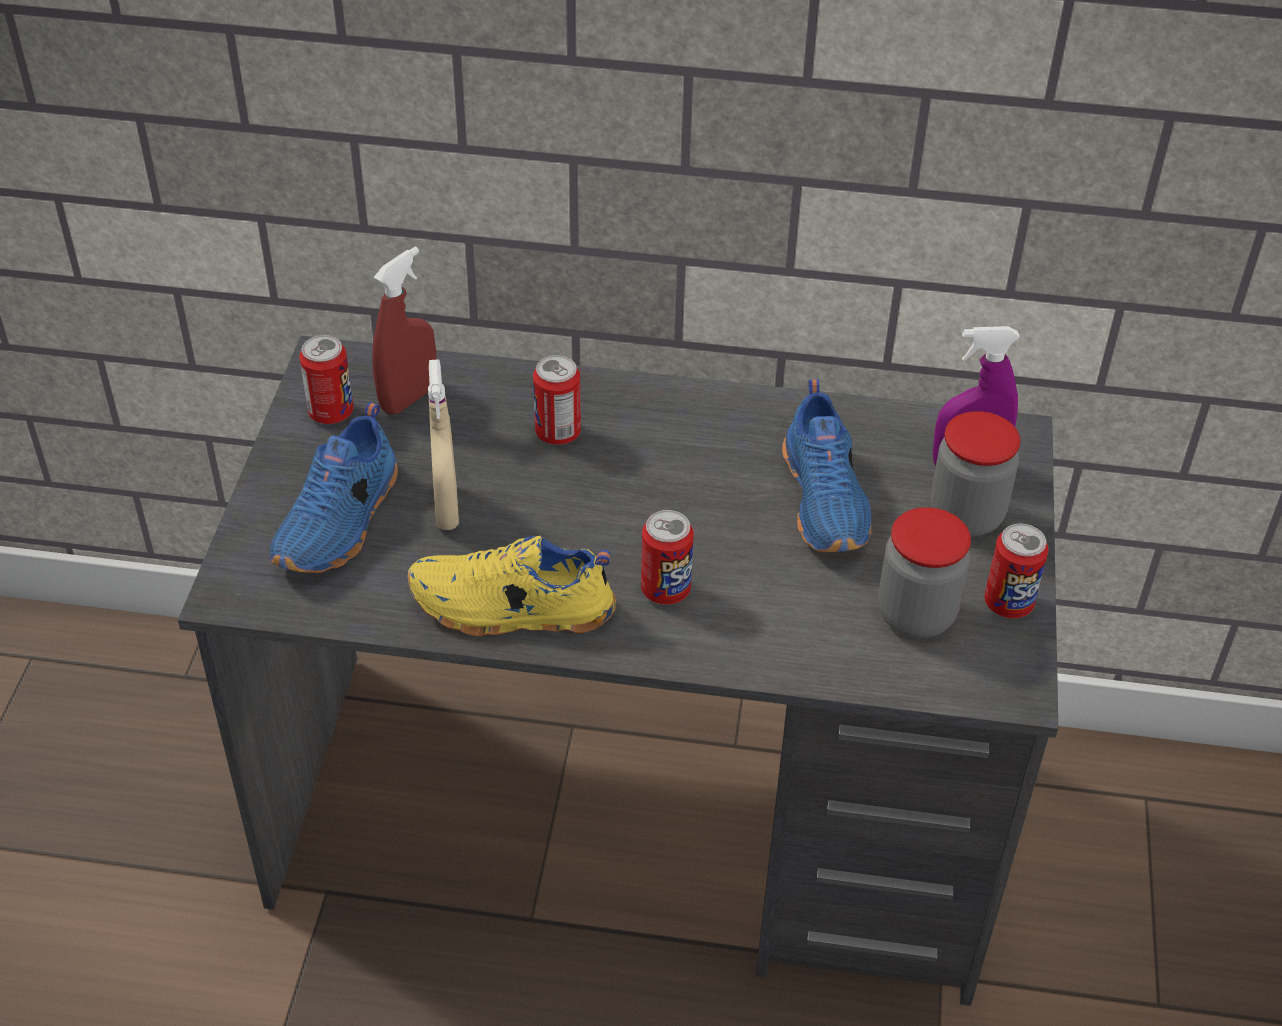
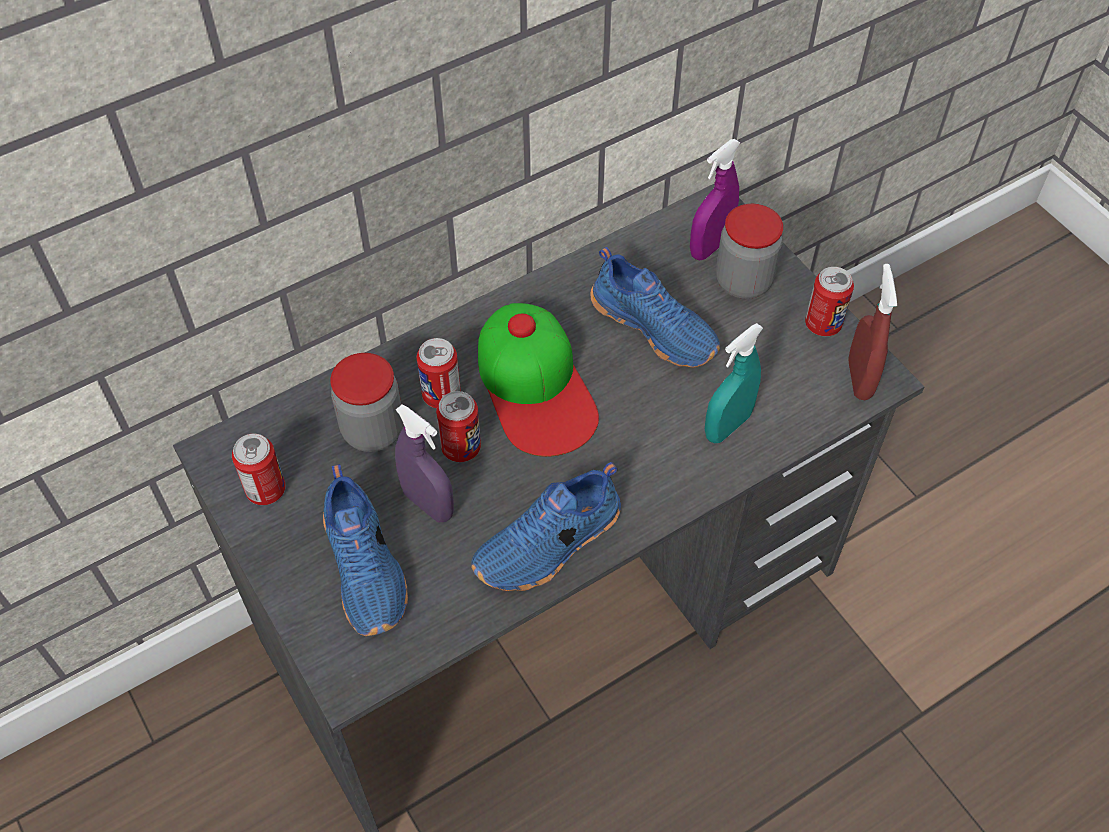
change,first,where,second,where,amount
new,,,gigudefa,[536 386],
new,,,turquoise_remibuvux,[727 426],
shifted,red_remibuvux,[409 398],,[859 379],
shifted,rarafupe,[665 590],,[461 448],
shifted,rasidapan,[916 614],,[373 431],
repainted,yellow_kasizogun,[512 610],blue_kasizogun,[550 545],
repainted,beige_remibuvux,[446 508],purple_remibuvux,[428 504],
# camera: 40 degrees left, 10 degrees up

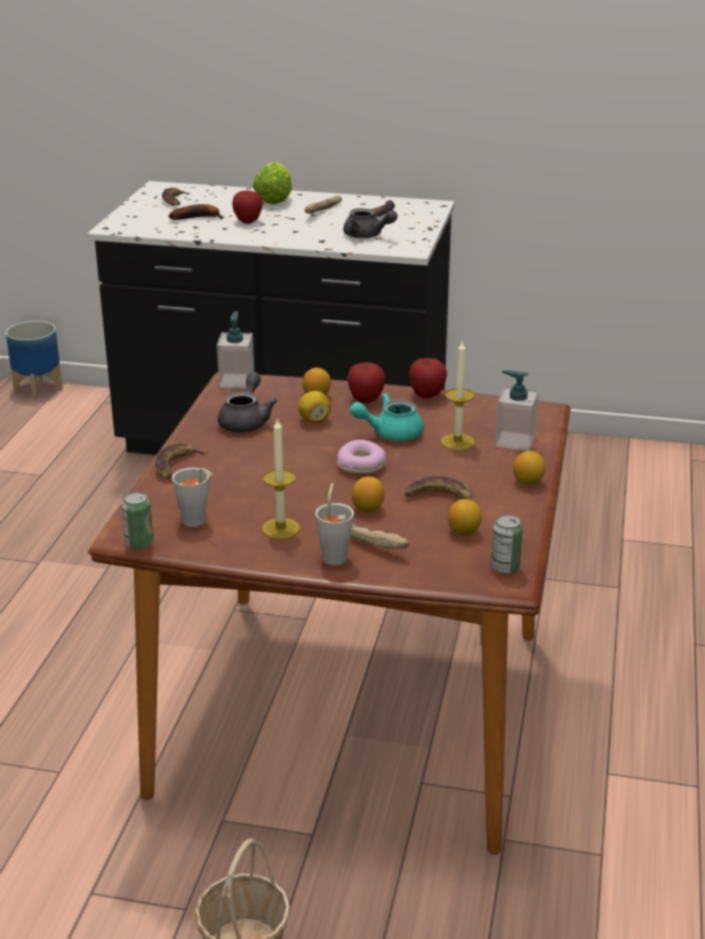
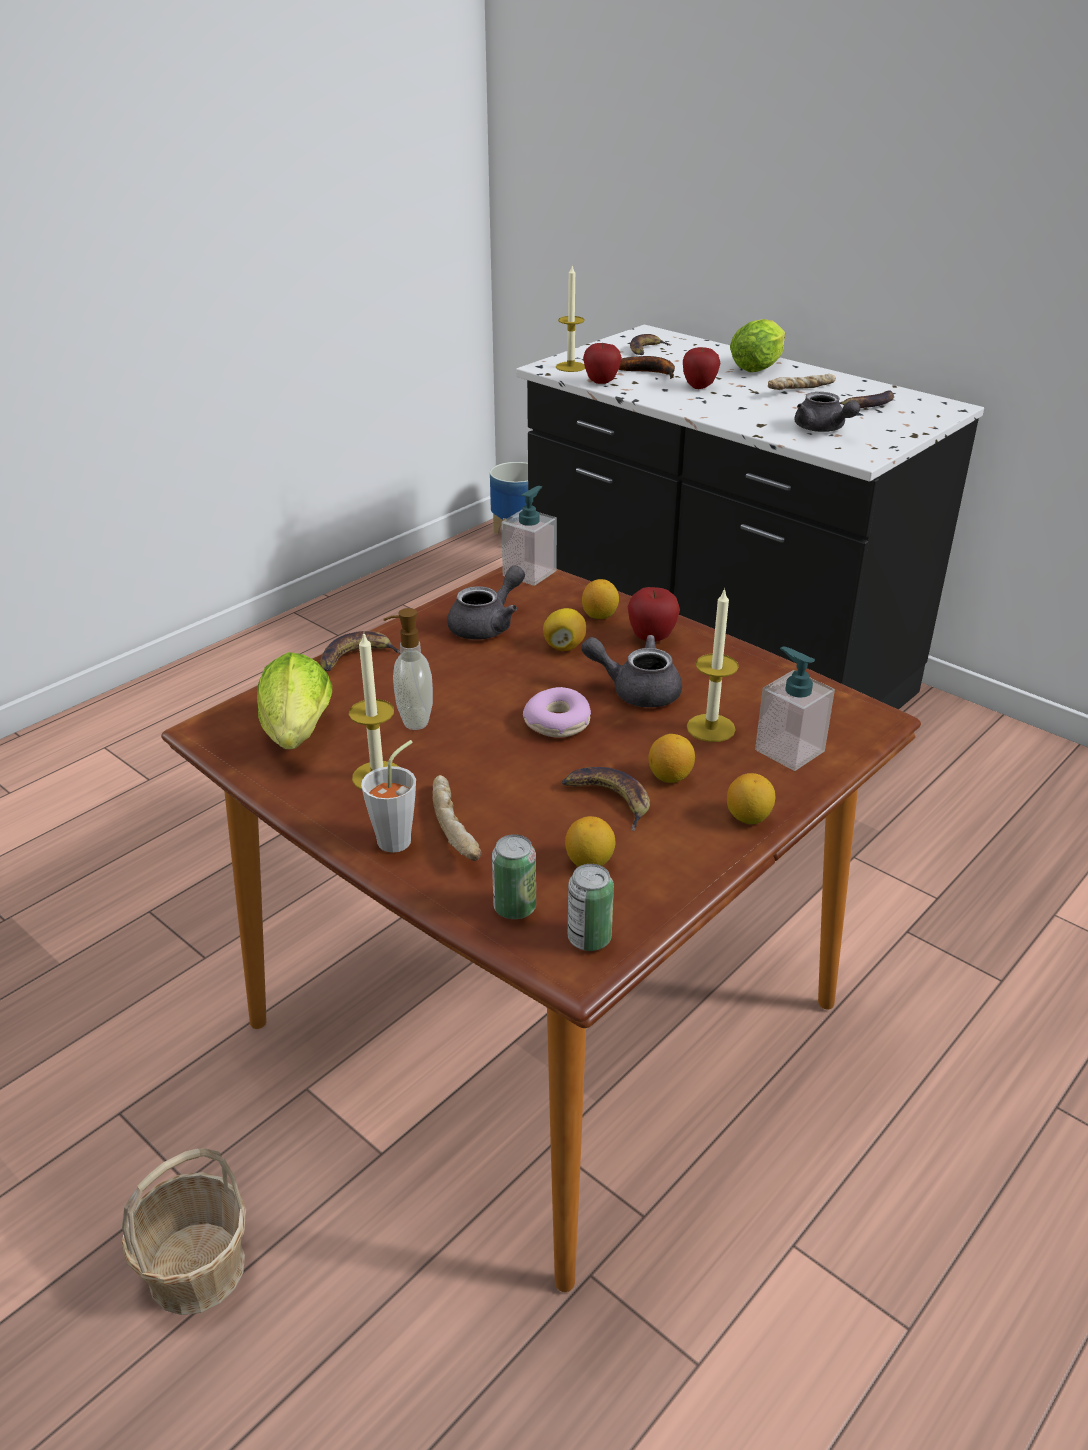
change,first,where,second,where,amount
new,,,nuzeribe,[413 719],
new,,,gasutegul,[570 367],
shifted,rarafupe,[139 543],,[514 908],
shifted,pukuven,[368 508],,[670 777],
shifted,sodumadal,[427 396],,[601 382],
swapped,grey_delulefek,[196 523],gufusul,[297 737],
repainted,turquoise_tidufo,[390 433],grey_tidufo,[636 690],
# camera: 30 degrees right, 5 degrees up

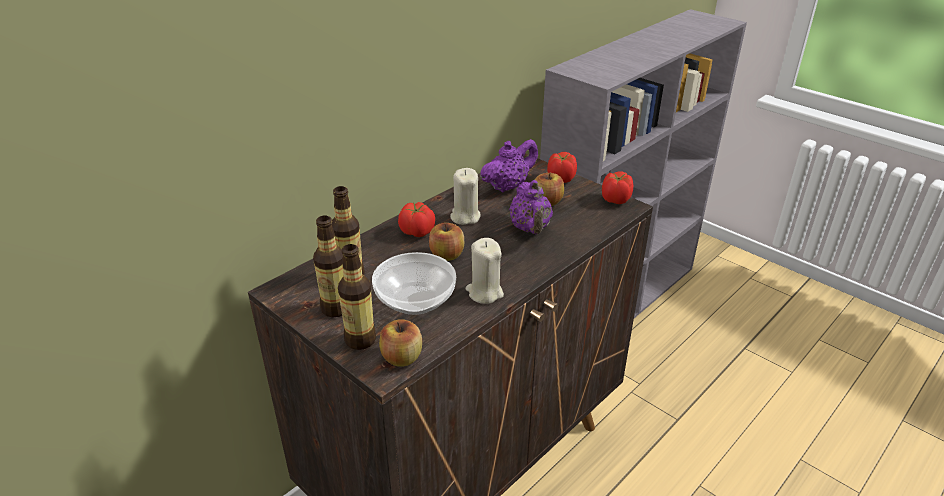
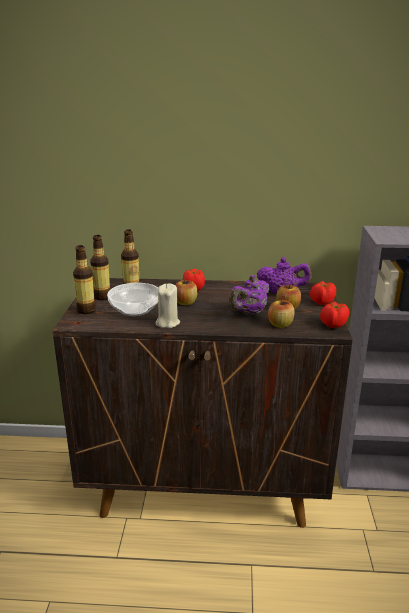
change,first,where,second,where,amount
gone,beige_gasutegul,[465 217],,,
shifted,sodumadal,[402 358],,[280 324],
# camera: 50 degrees right, 10 degrees down

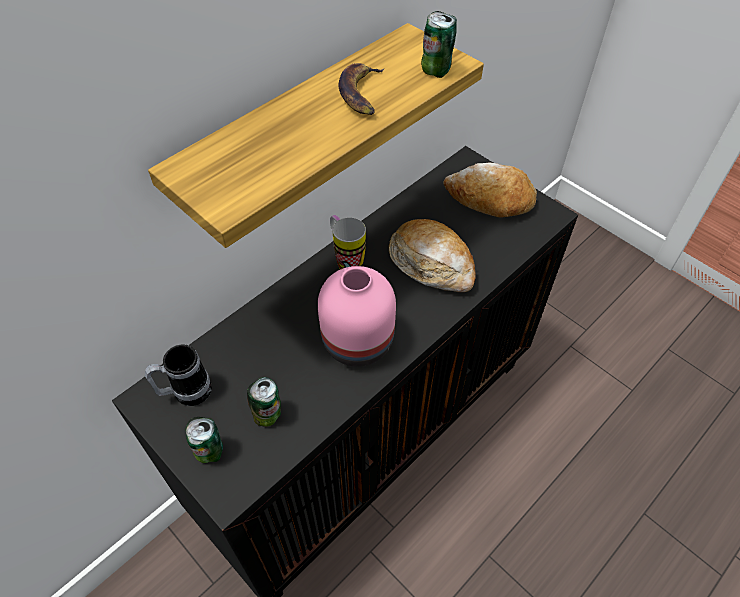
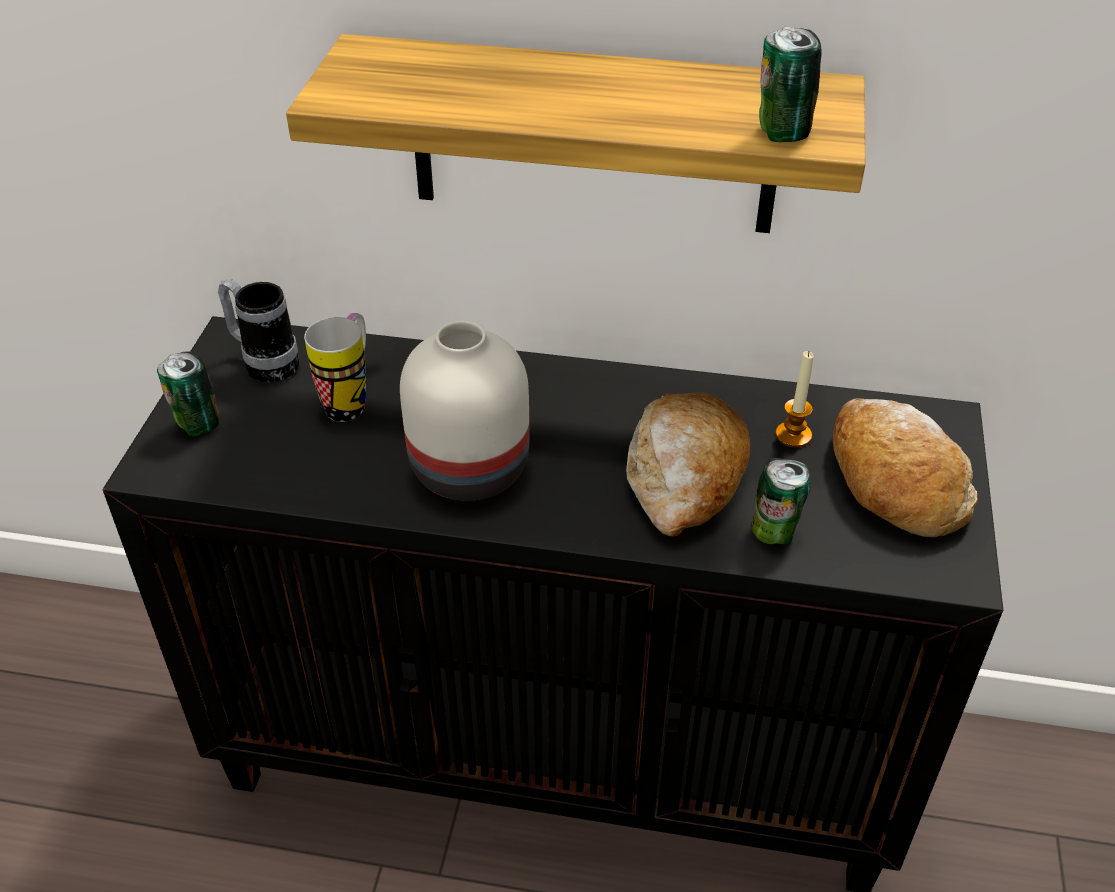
change,first,where,second,where,amount
gone,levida,[361 93],,,
new,,,gasutegul,[793 435],
shifted,rarafupe,[268 415],,[774 533],
shifted,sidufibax,[346 261],,[351 400],
repainted,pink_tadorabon,[358 343],white_tadorabon,[467 470],
# camera: 55 degrees right, 10 degrees down

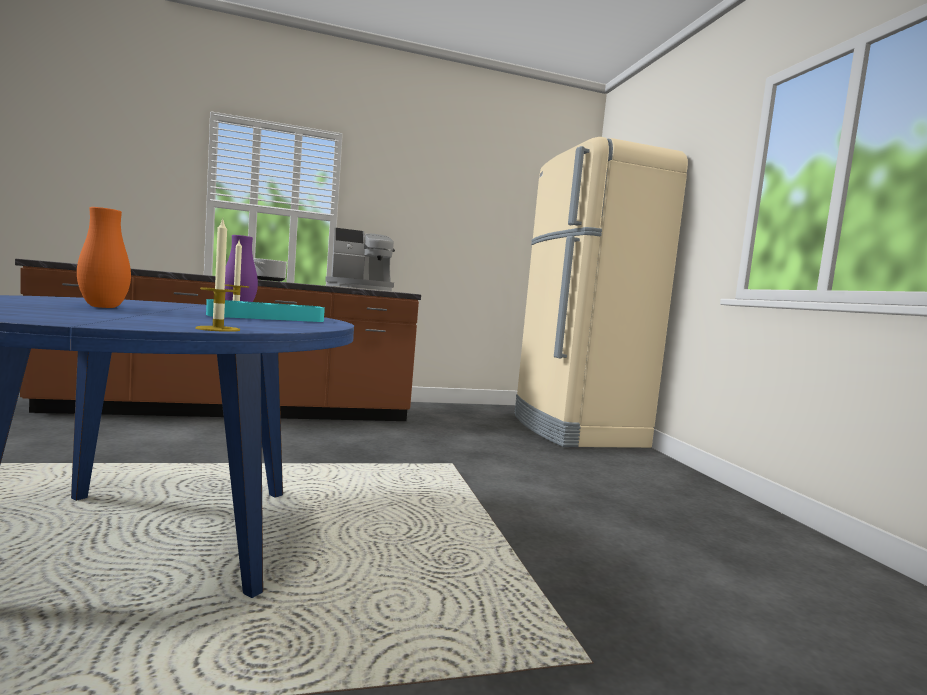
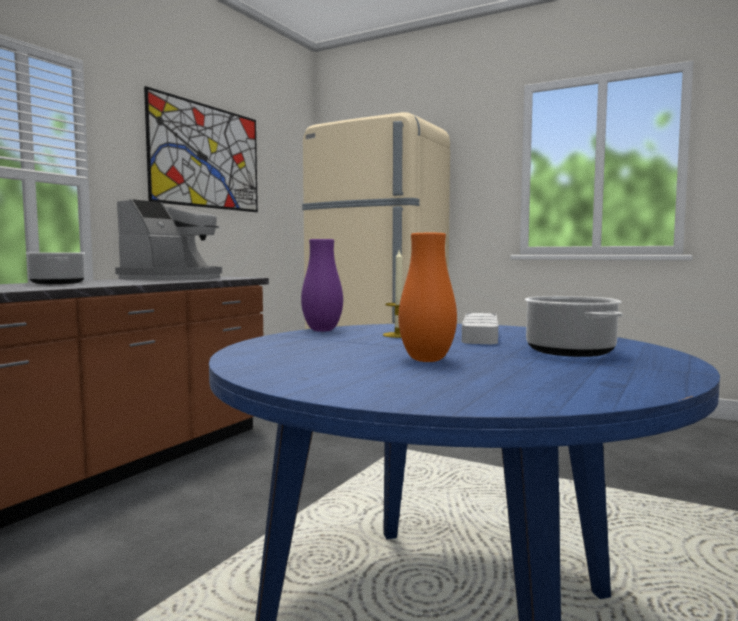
change,first,where,second,where,amount
gone,gasutegul,[218 329],,,
new,,,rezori,[206 156],
new,,,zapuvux,[571 351],
repainted,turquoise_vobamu,[267 318],grey_vobamu,[480 334],
# camera: 45 degrees left, 0 degrees up

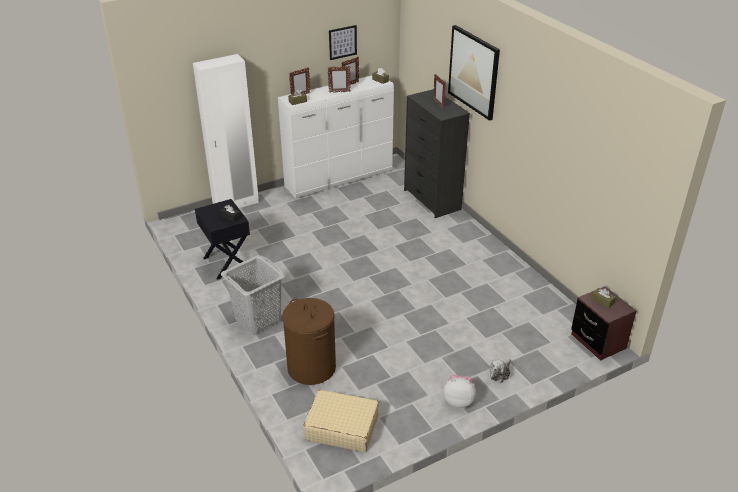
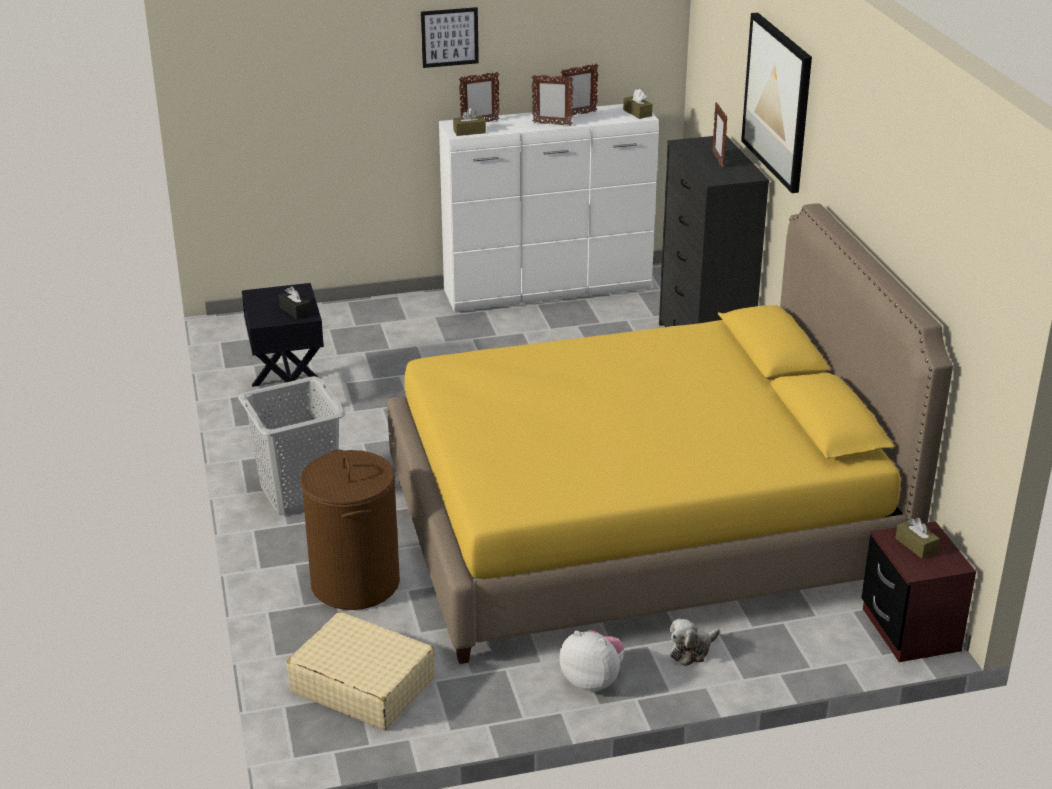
change,first,where,second,where,amount
gone,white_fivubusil,[236 204],,,
new,,,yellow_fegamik,[640 527],
shifted,rezori,[342 42],,[449 37],
# camera: 15 degrees right, 5 degrees down

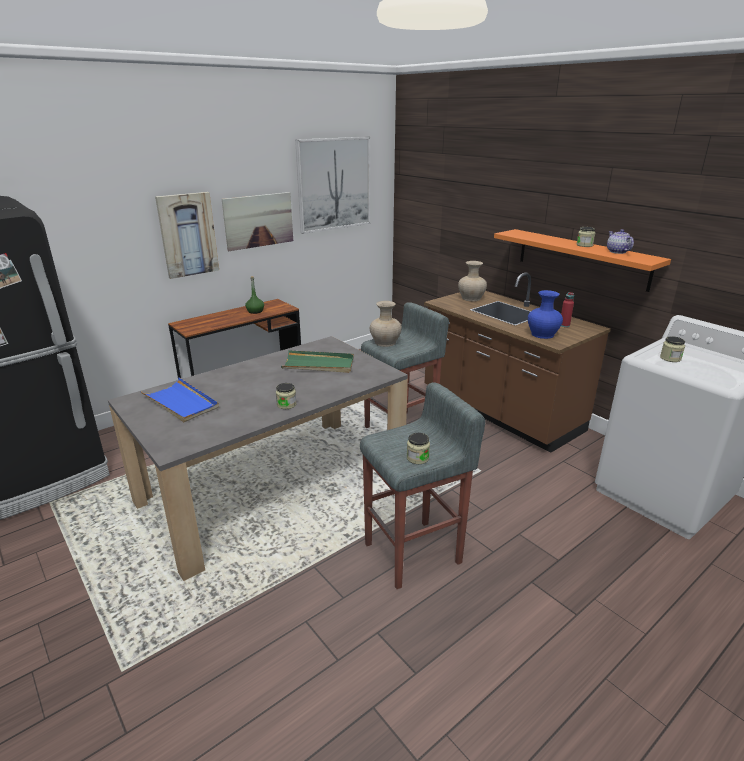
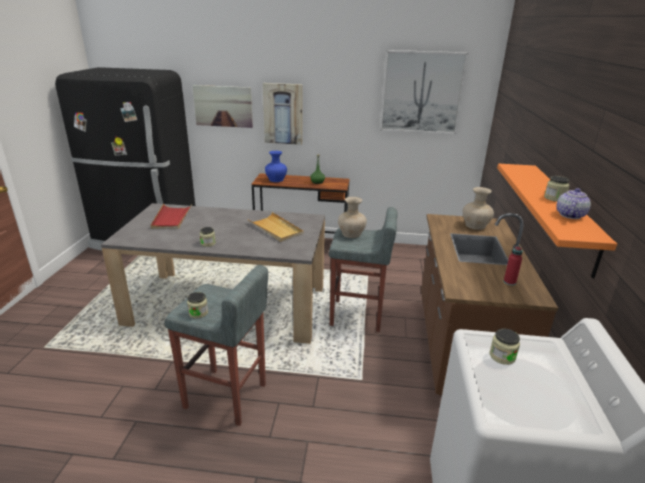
change,first,where,second,where,amount
shifted,rezori,[258 220],,[223 106],
shifted,blue_tadorabon,[542 334],,[276 179],
repainted,blue_vobamu,[181 402],red_vobamu,[171 218],
repainted,green_vobamu,[319 364],beige_vobamu,[275 229],
# camera: 45 degrees right, 0 degrees up

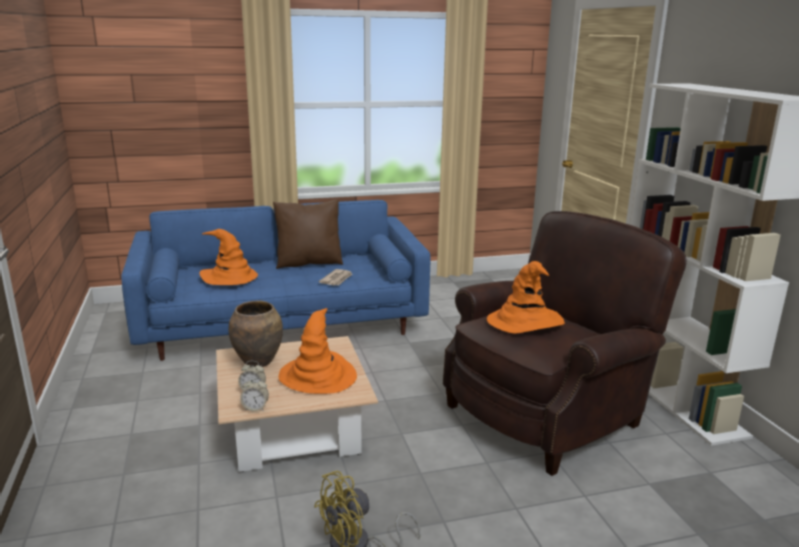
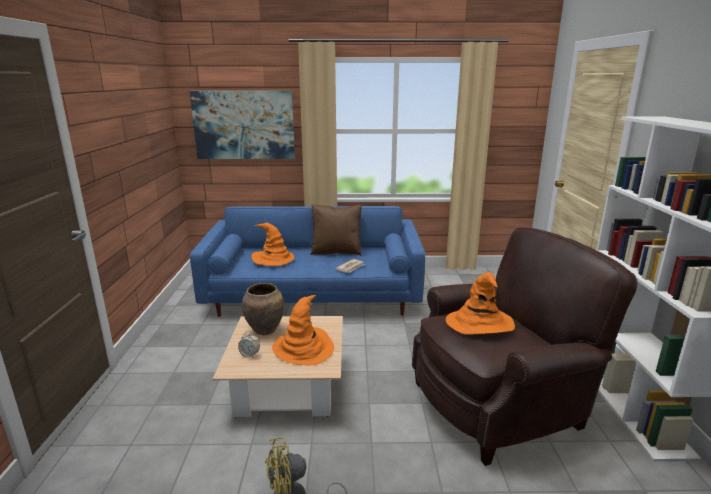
change,first,where,second,where,amount
gone,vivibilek,[255 408],,,
new,,,rezori,[244 125],
# camera: 15 degrees right, 0 degrees up

